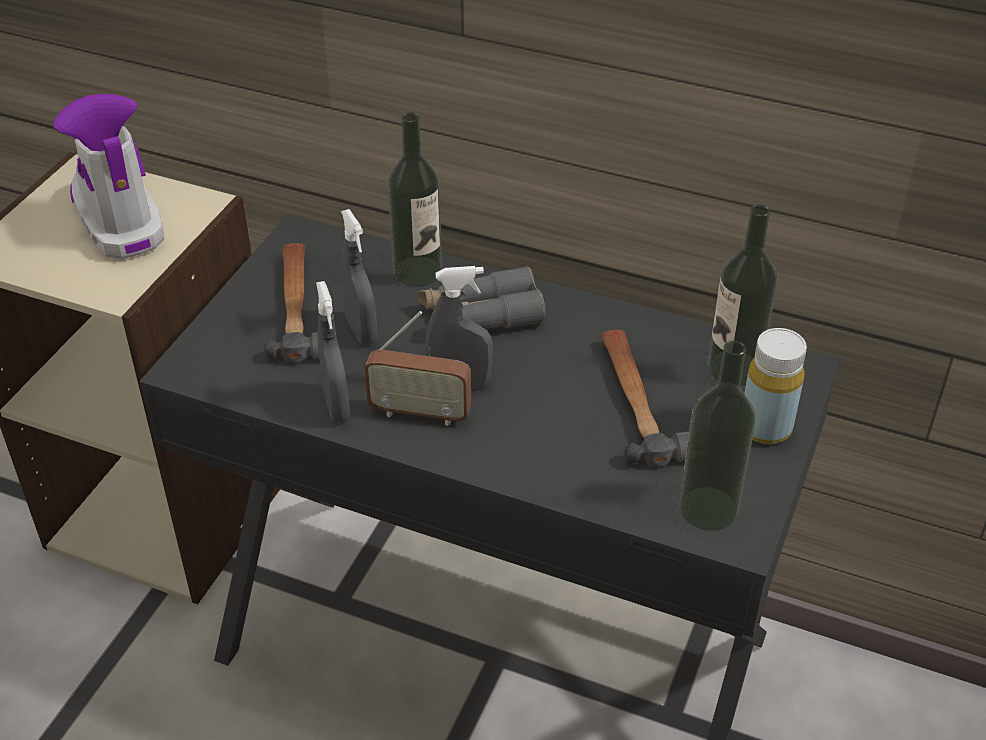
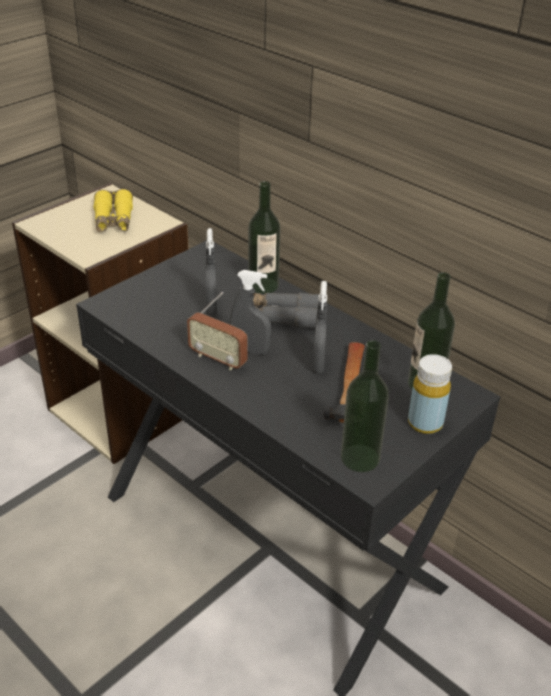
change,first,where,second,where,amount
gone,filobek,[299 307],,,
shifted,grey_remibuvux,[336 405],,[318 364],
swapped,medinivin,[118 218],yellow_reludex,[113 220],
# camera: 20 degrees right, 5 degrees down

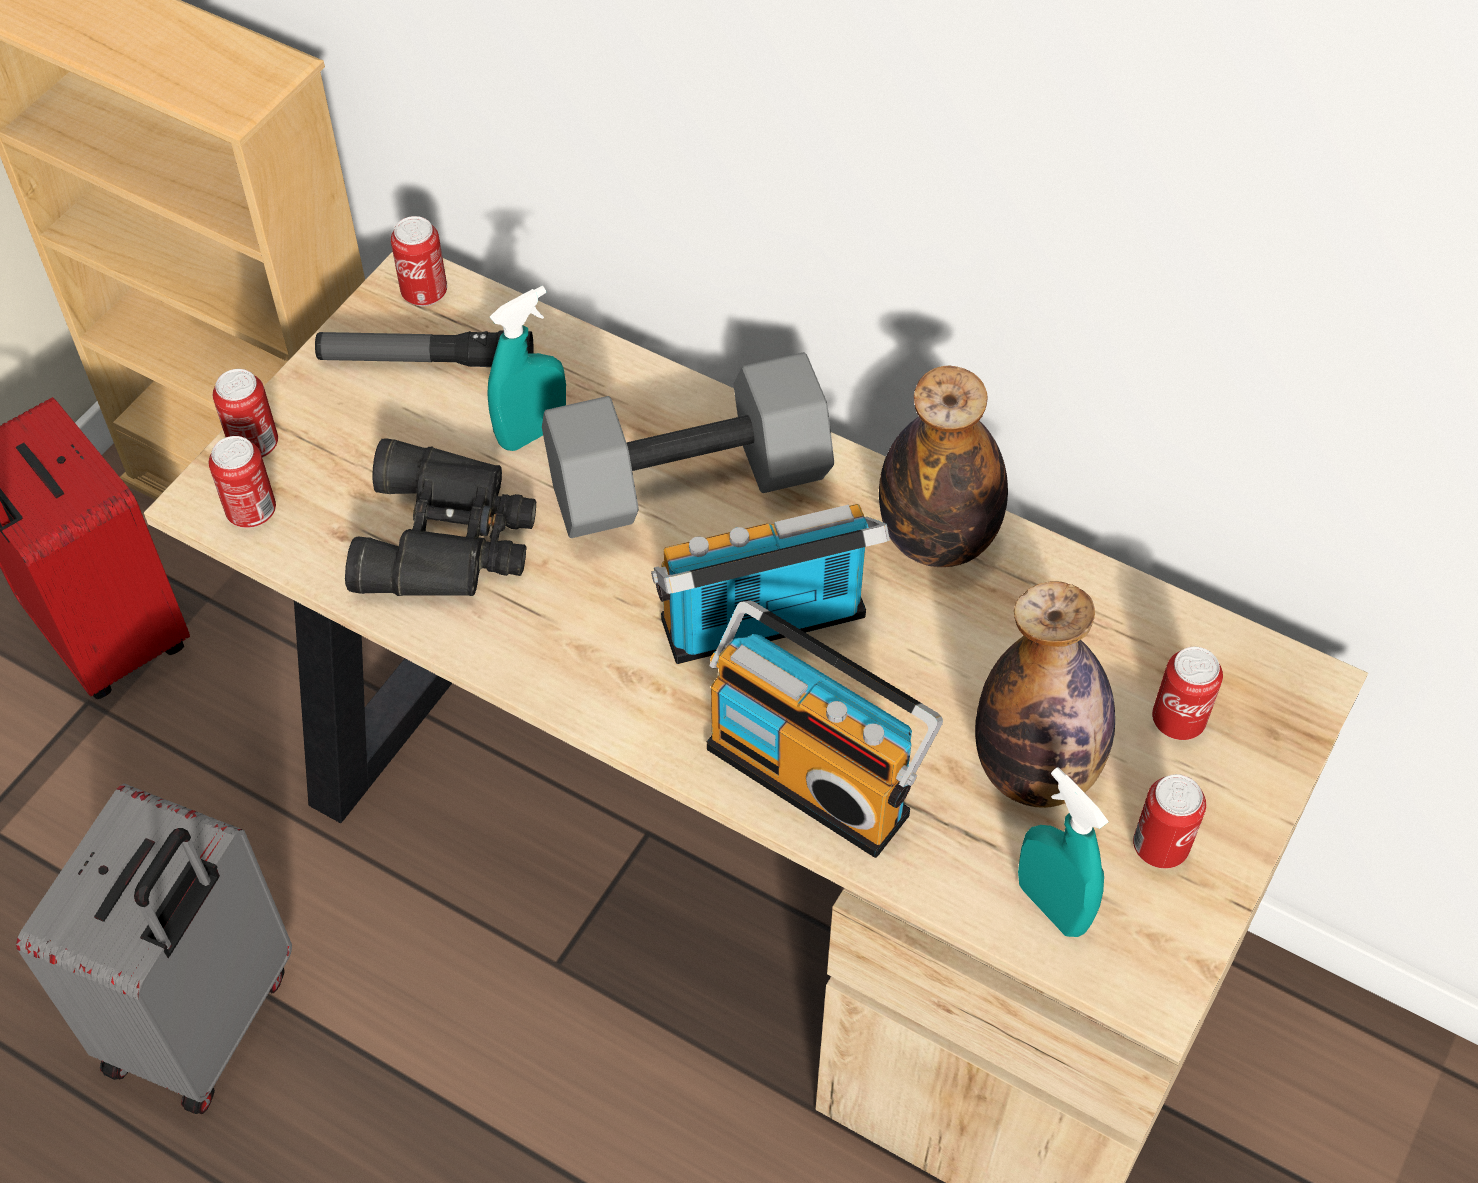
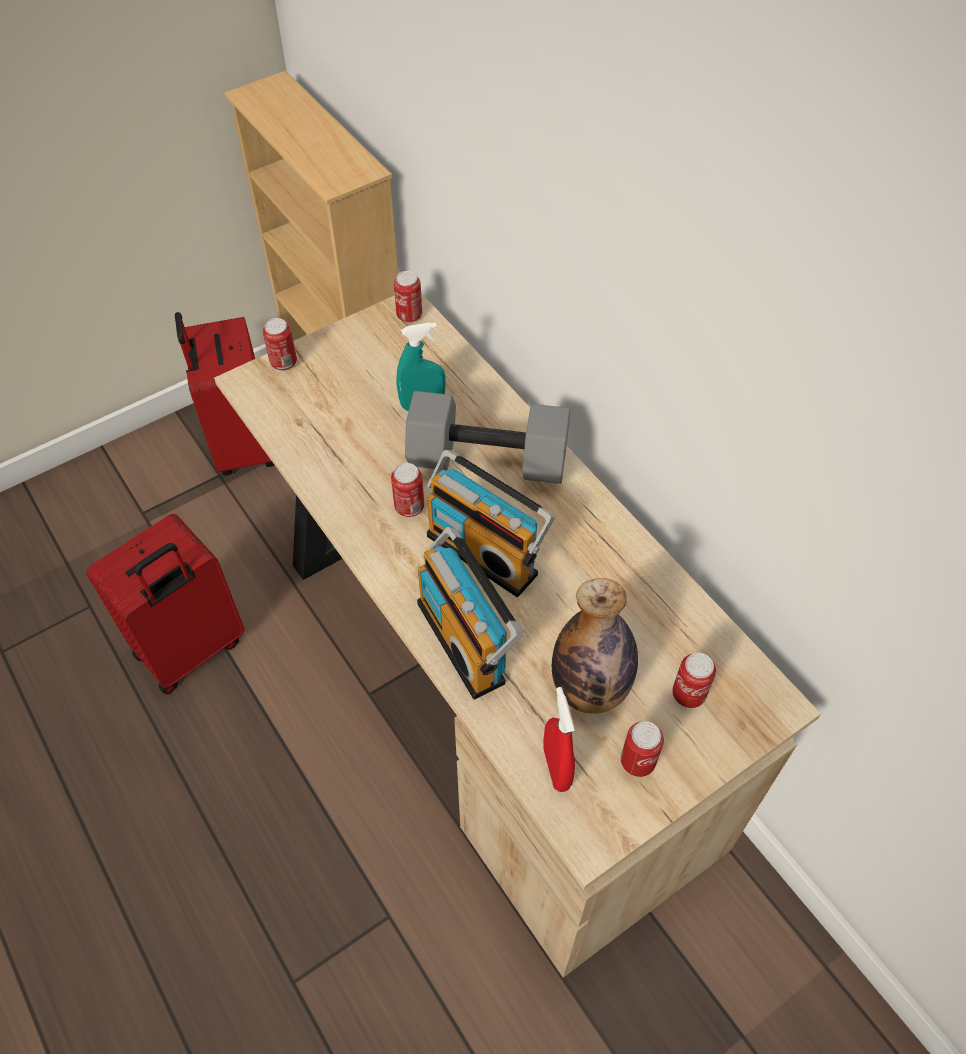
change,first,where,second,where,amount
gone,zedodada,[426 360],,,
gone,black_reludex,[450 538],,,
gone,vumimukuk,[937 539],,,
shifted,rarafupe,[252 512],,[409 507],
repainted,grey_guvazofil,[205 1021],red_guvazofil,[191 650],
repainted,turquoise_remibuvux,[1051 905],red_remibuvux,[556 768],
rotated,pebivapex,[766 627],,[485 551],150 degrees counterclockwise
# camera: 25 degrees right, 0 degrees up

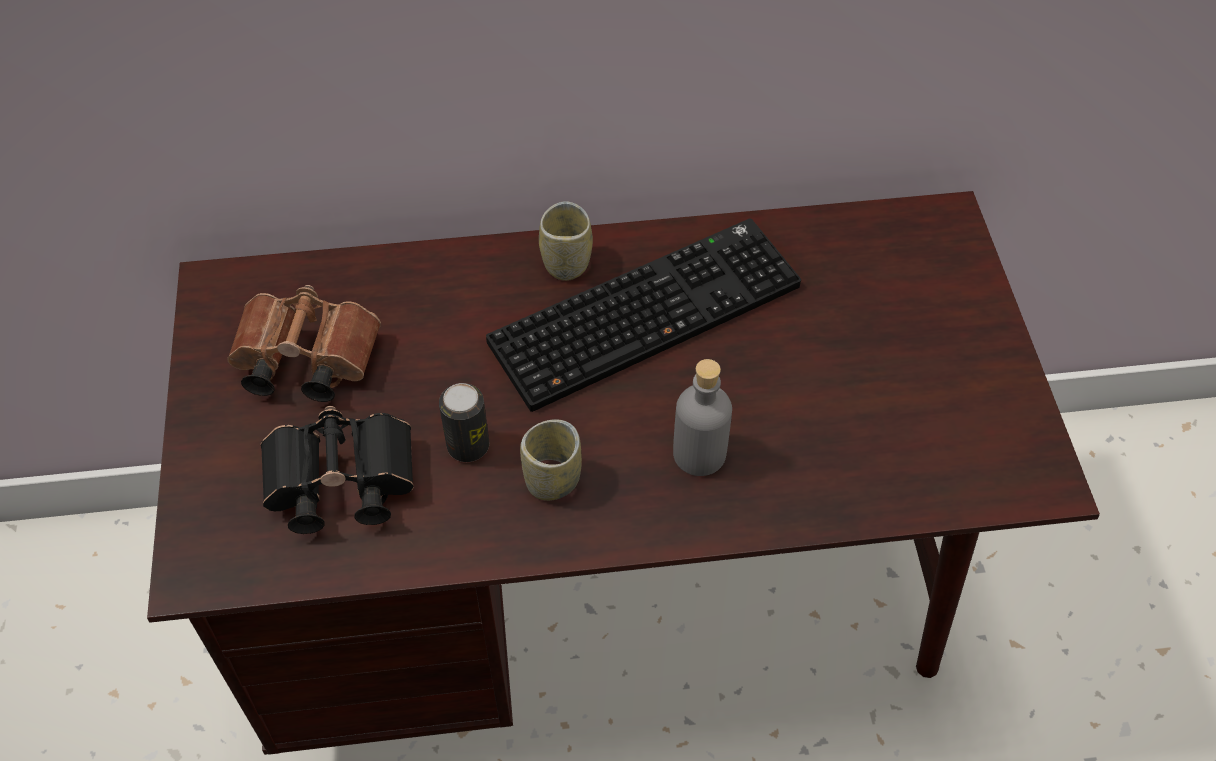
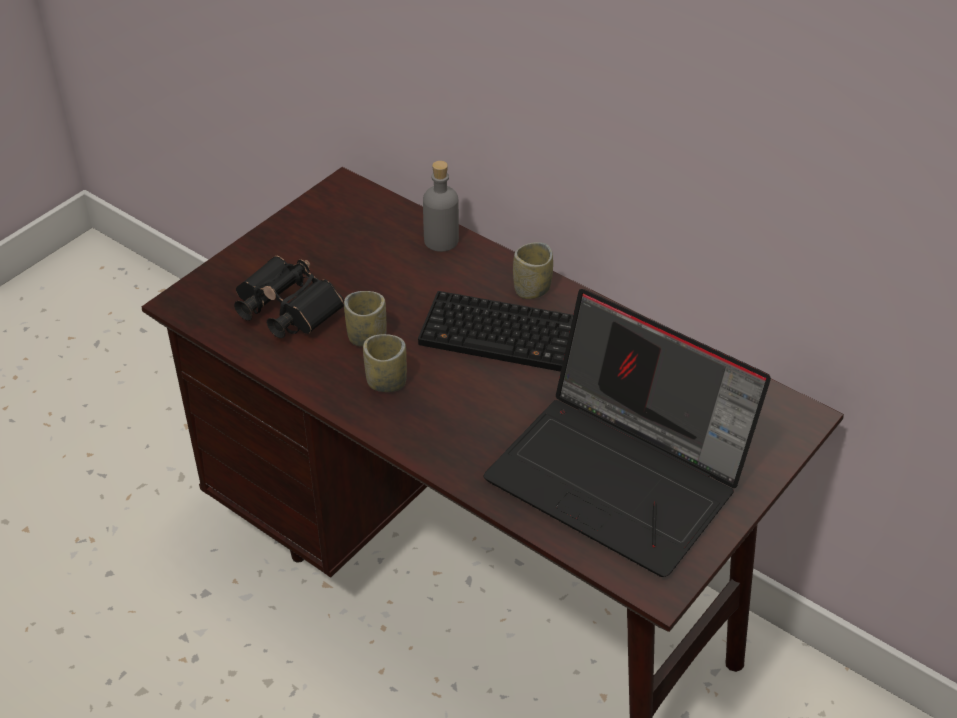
change,first,where,second,where,amount
gone,brown_reludex,[303 361],,,
new,,,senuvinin,[622 476],
shifted,grey_vumimukuk,[699 453],,[441 240],
swapped,rarafupe,[468 446],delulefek,[367 337],
# camera: 45 degrees right, 10 degrees down

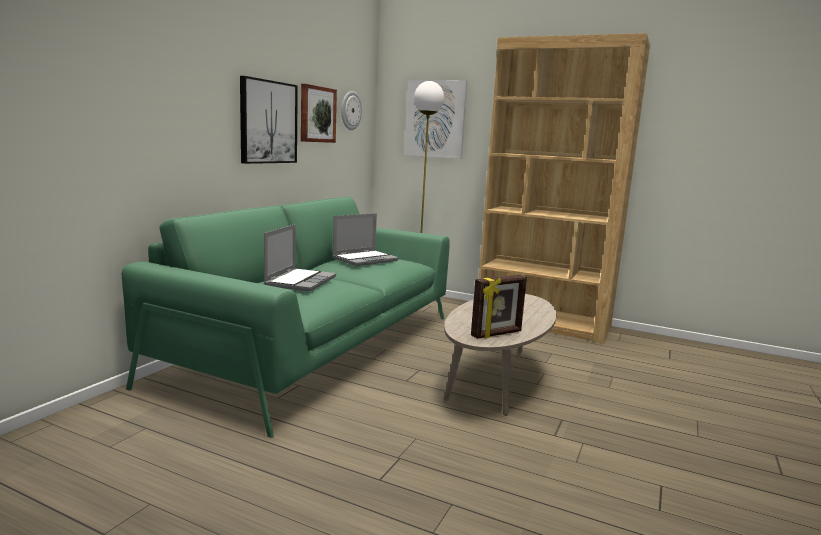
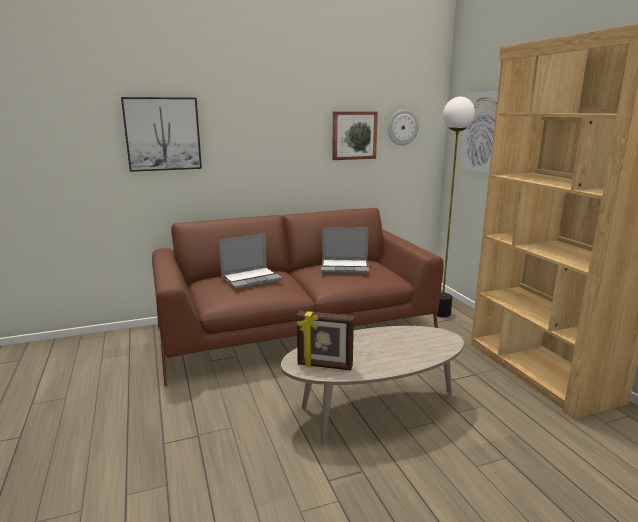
change,first,where,second,where,amount
shifted,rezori,[268 122],,[163 134],
repainted,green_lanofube,[317 347],brown_lanofube,[295 331],
# camera: 45 degrees right, 5 degrees up

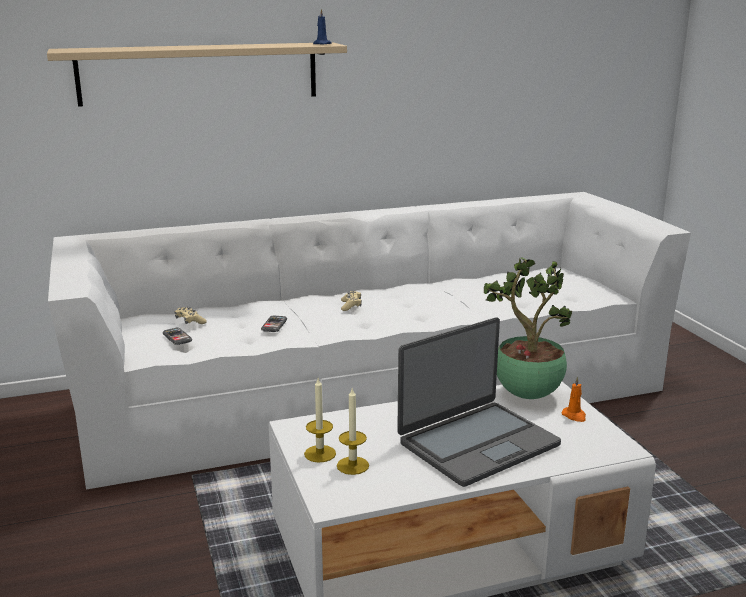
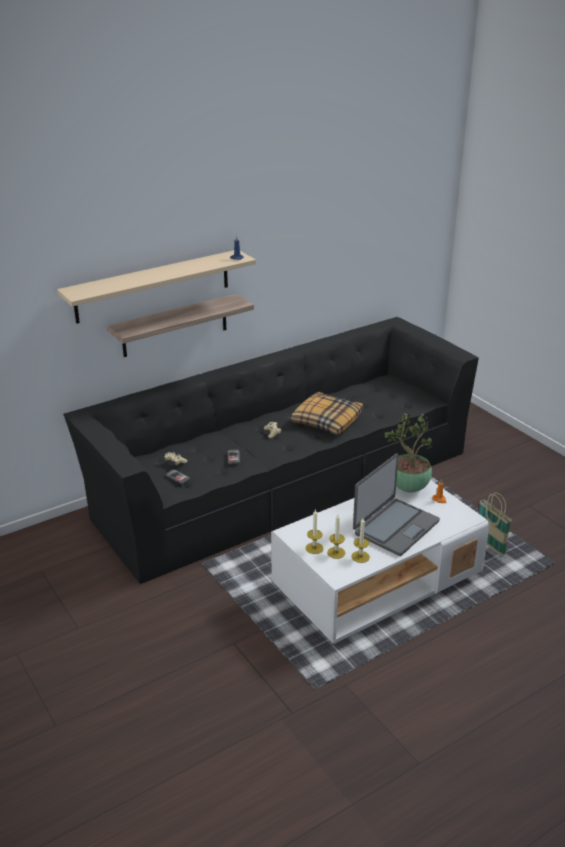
change,first,where,second,where,amount
new,,,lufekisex,[175 325],
new,,,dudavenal,[326 420],
new,,,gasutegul,[360 557],
new,,,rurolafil,[489 545],
repainted,white_lanofube,[373 390],black_lanofube,[282 480],
# camera: 15 degrees left, 10 degrees up

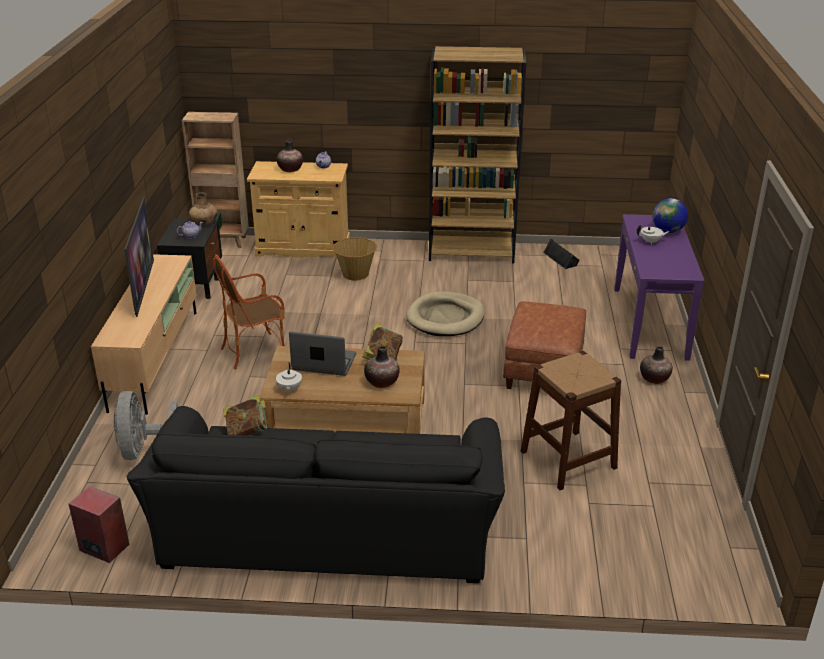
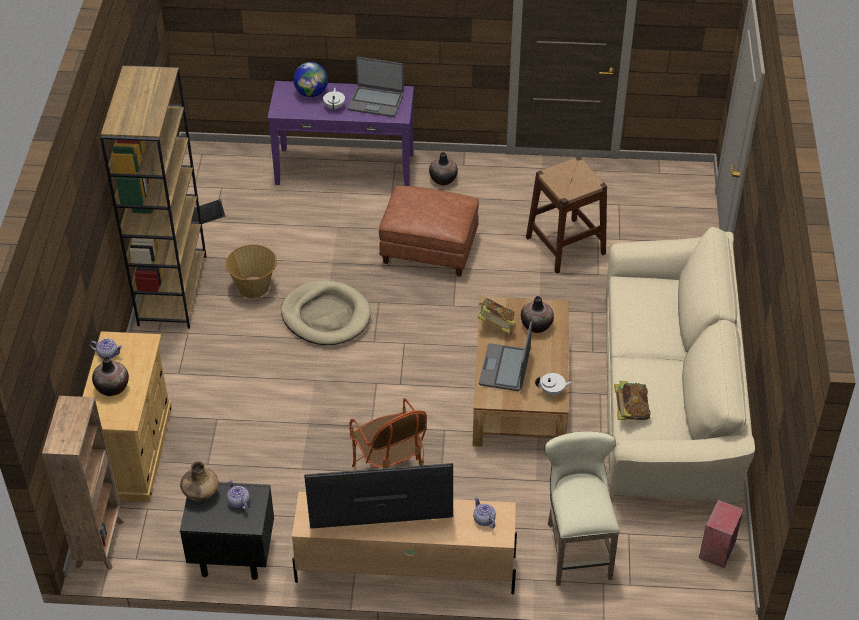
change,first,where,second,where,amount
new,,,senuvinin,[376 102],
new,,,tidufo,[483 519],
shifted,rurolafil,[355 274],,[254 287],
swapped,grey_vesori,[144 450],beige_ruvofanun,[576 547],
repainted,black_lanofube,[328 526],beige_lanofube,[668 396],
# camera: 90 degrees left, 15 degrees up

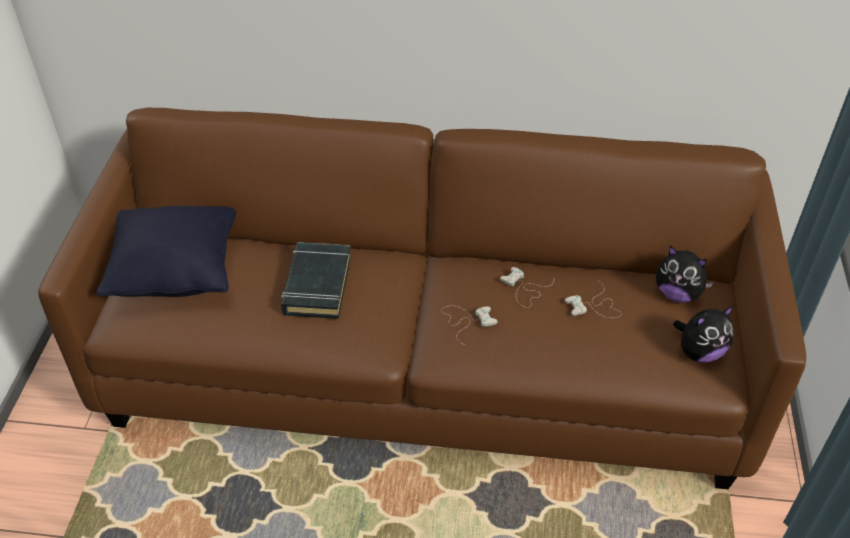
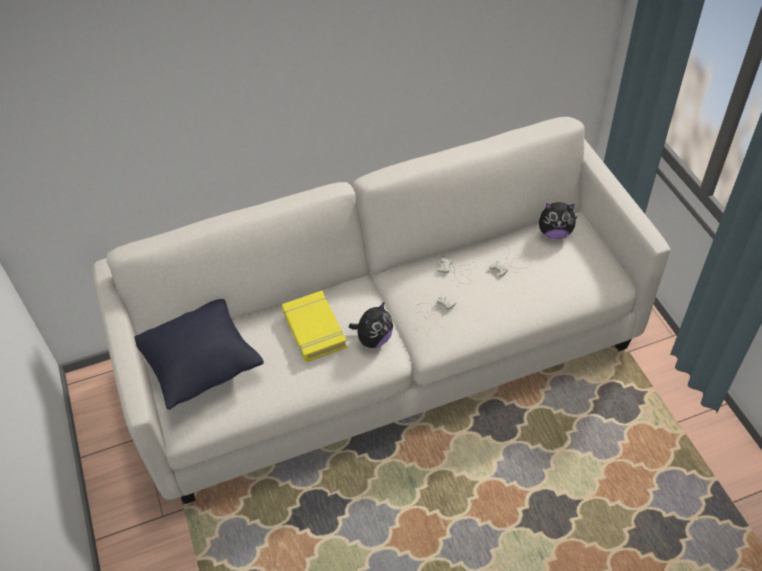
change,first,where,second,where,amount
shifted,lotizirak,[699 352],,[374 339],
repainted,brown_lanofube,[425 366],white_lanofube,[385 354],
repainted,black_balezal,[317 285],yellow_balezal,[314 330],
# camera: 25 degrees left, 5 degrees up

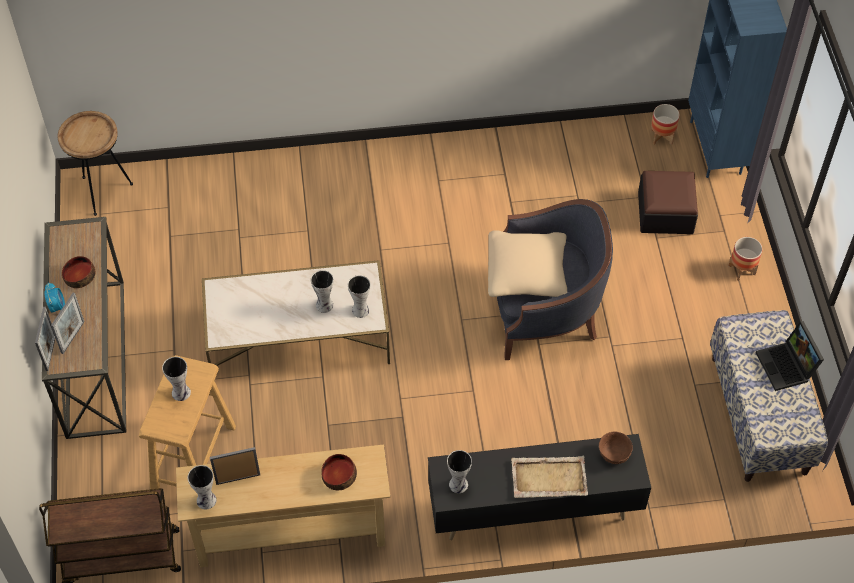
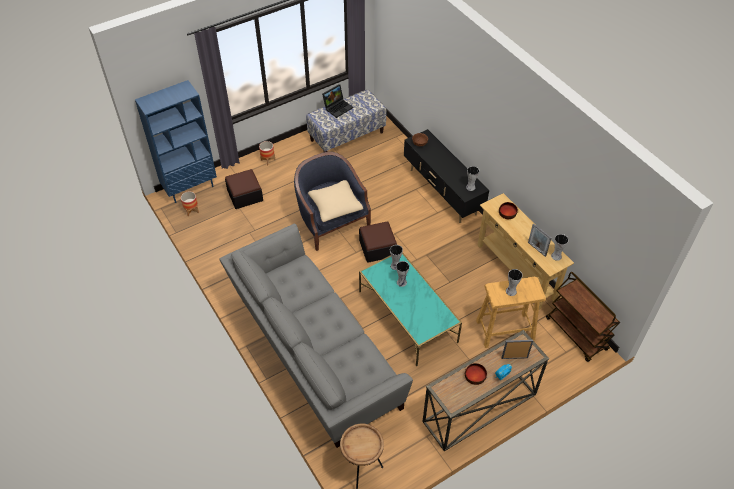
change,first,where,second,where,amount
gone,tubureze,[51 353],,,
gone,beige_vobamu,[548 478],,,
new,,,grey_lanofube,[313 353],
new,,,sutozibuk,[377 248],
repainted,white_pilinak,[298 337],turquoise_pilinak,[407 316],
# camera: 115 degrees left, 5 degrees down

